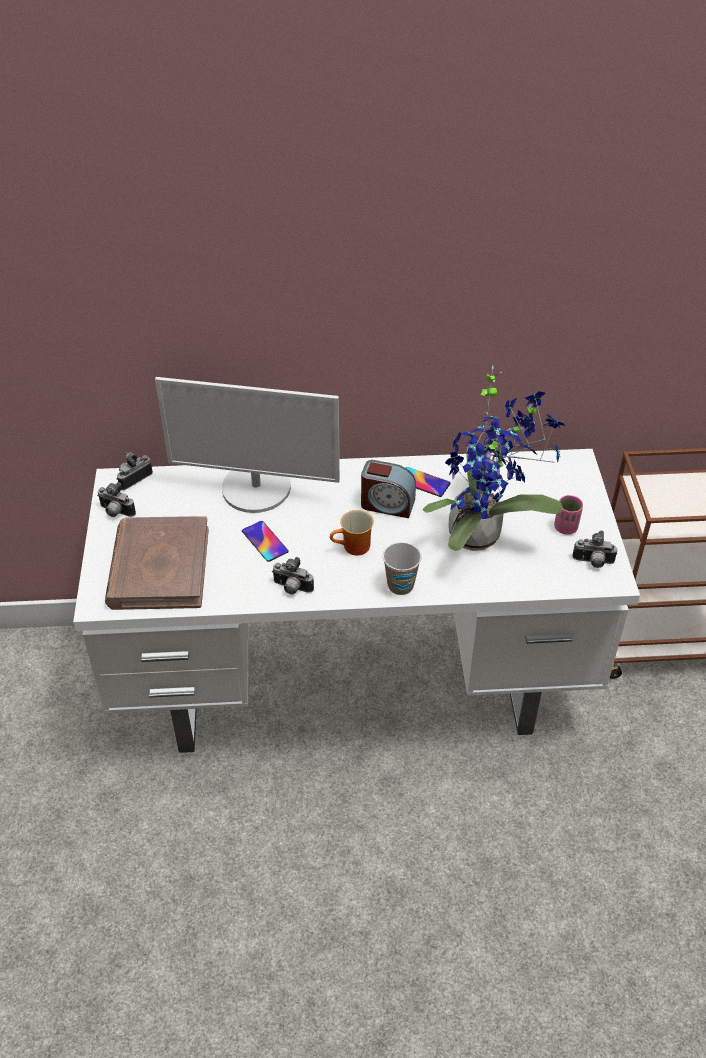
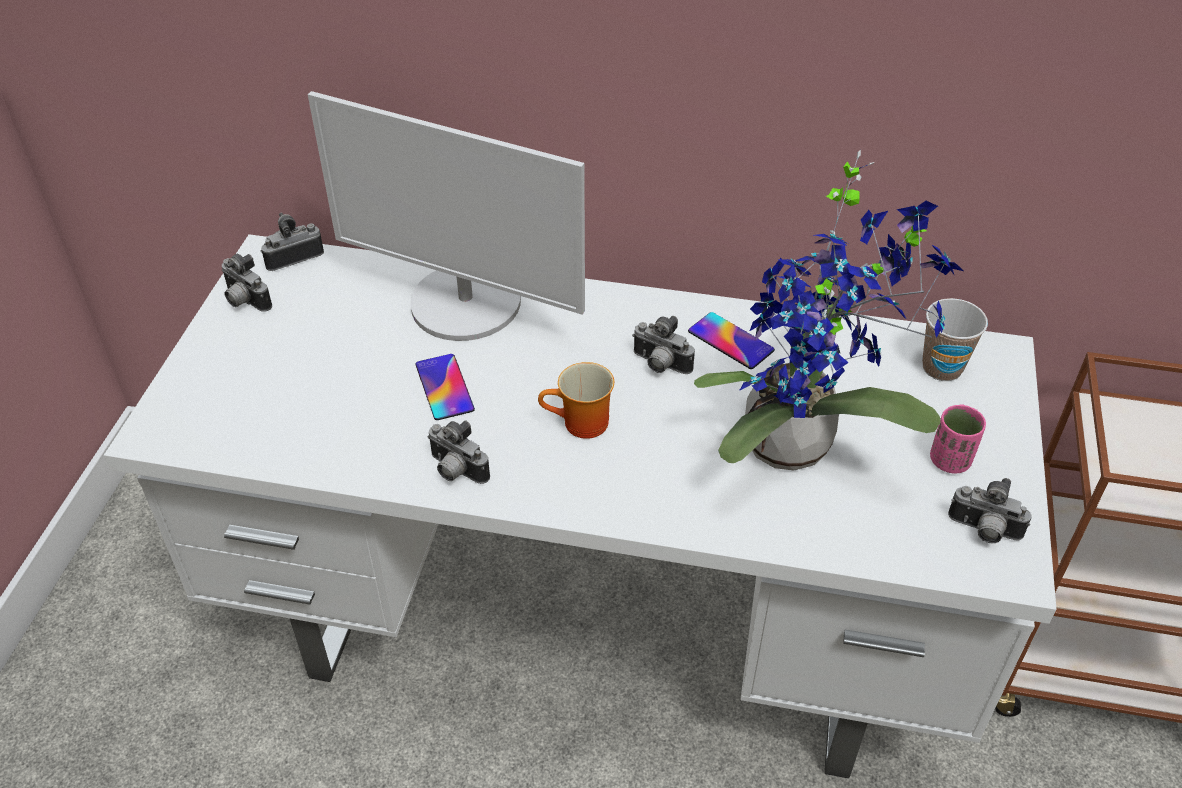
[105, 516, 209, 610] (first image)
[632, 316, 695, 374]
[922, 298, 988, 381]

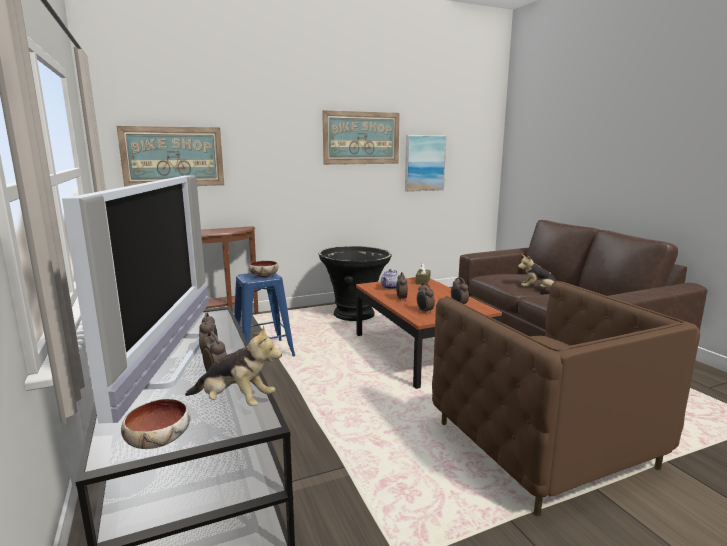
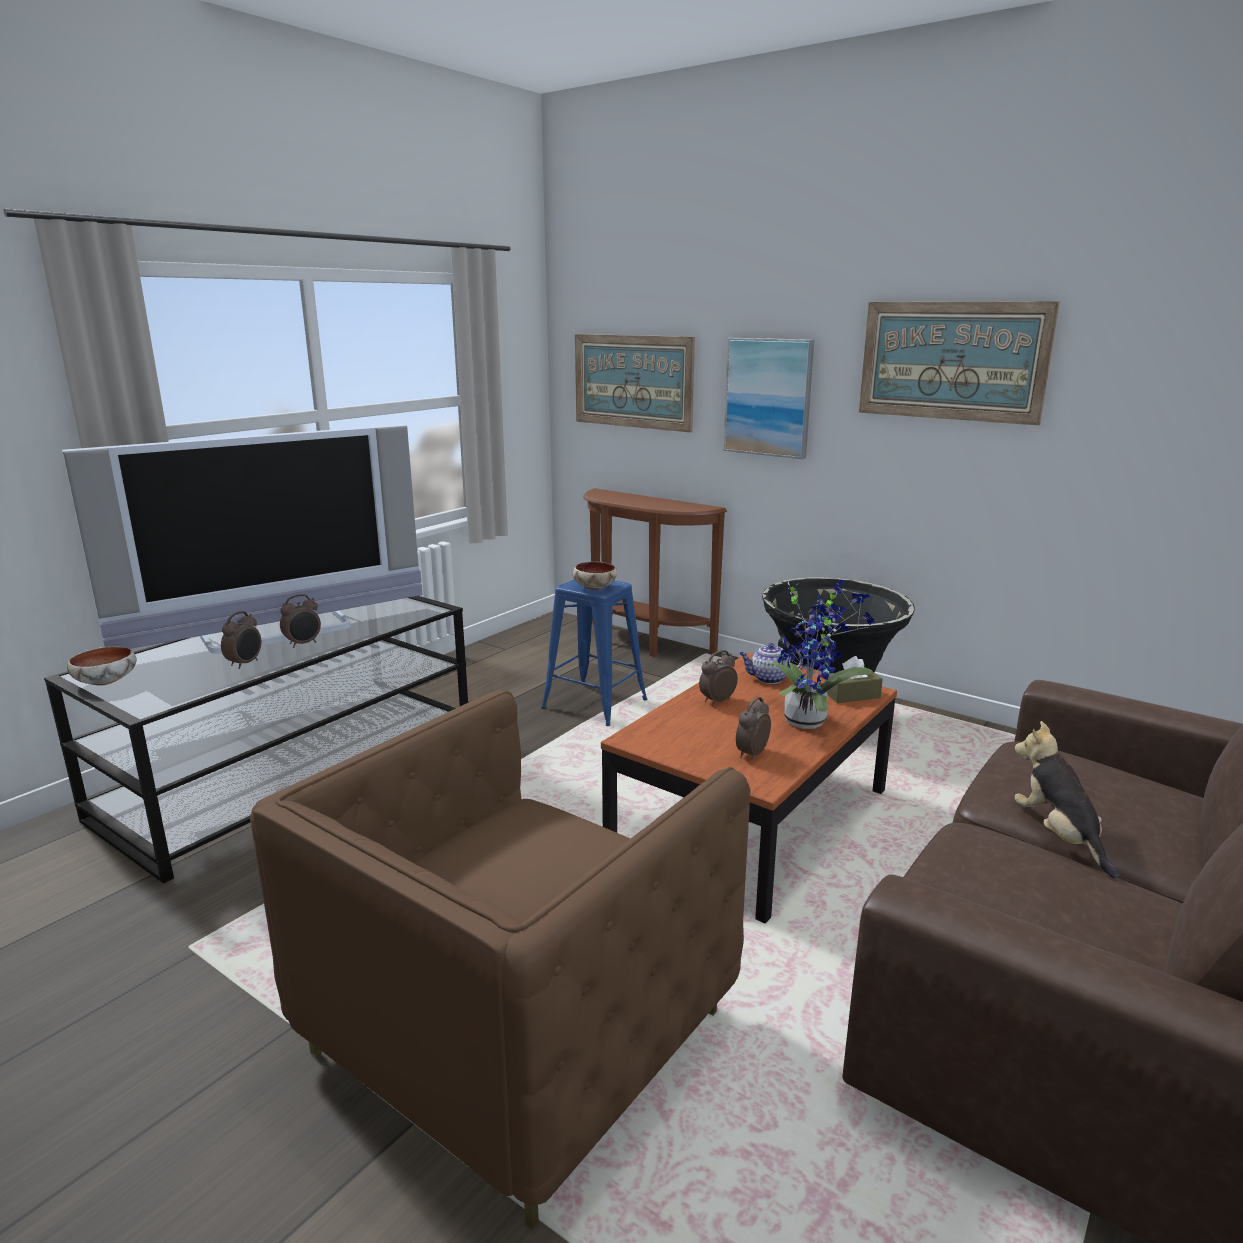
[185, 325, 282, 406] (first image)
[723, 338, 814, 459]
[417, 283, 435, 314] (first image)
[767, 580, 875, 729]

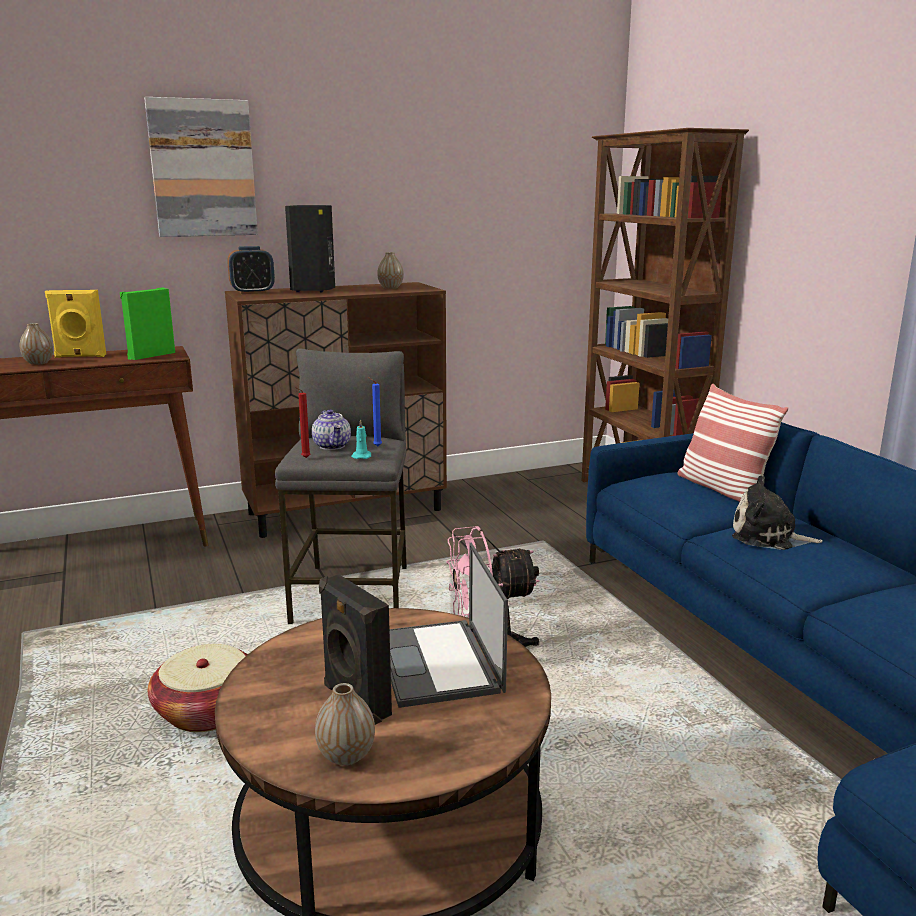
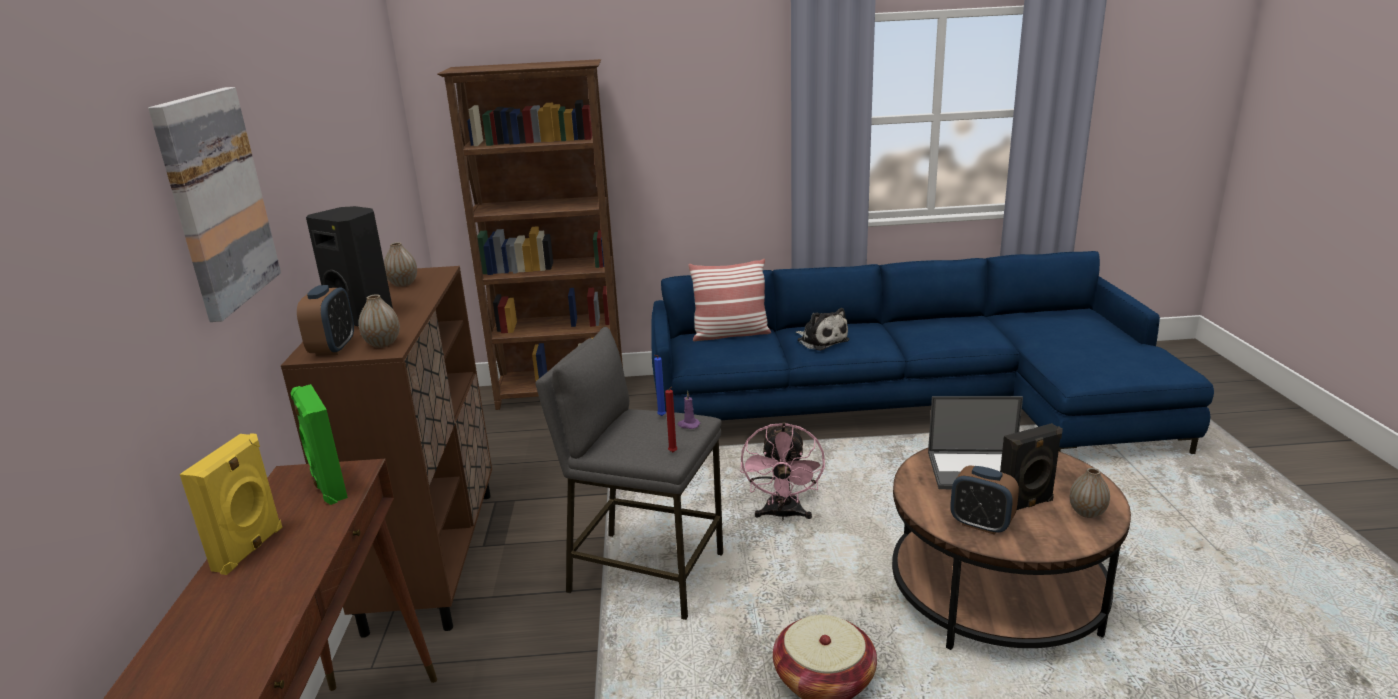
[359, 294, 400, 348]
[312, 409, 351, 450] (first image)
[678, 391, 701, 429]
[796, 308, 849, 351]
[950, 465, 1019, 535]

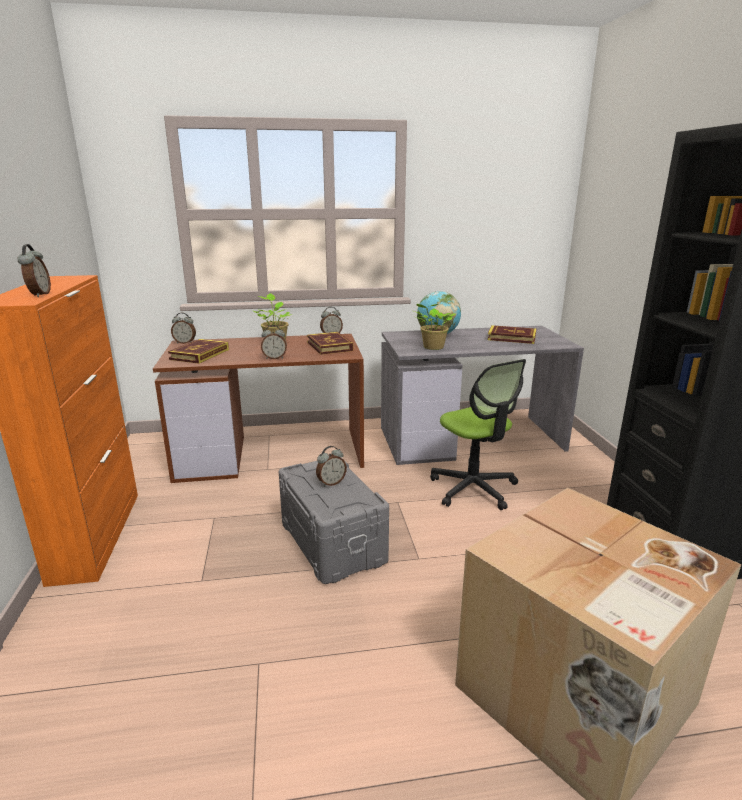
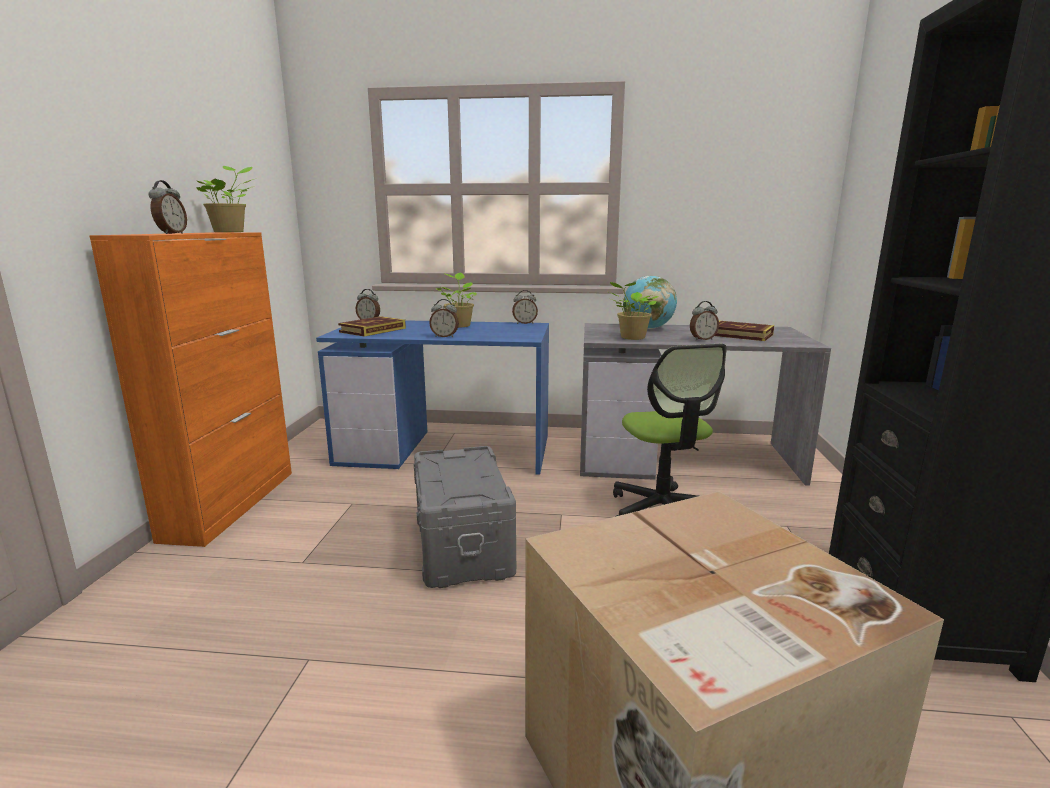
[316, 320, 549, 475]
[307, 332, 353, 355] (first image)
[690, 301, 719, 340]
[196, 166, 255, 232]

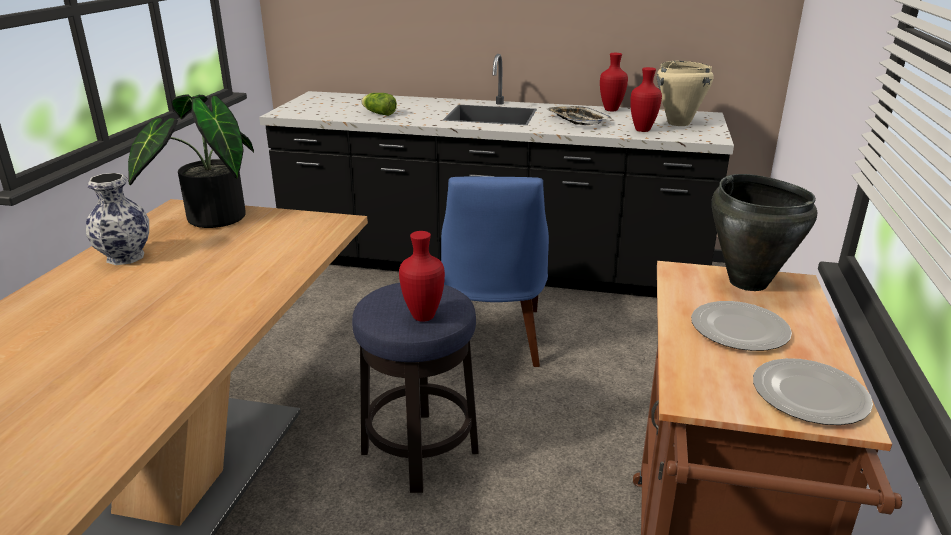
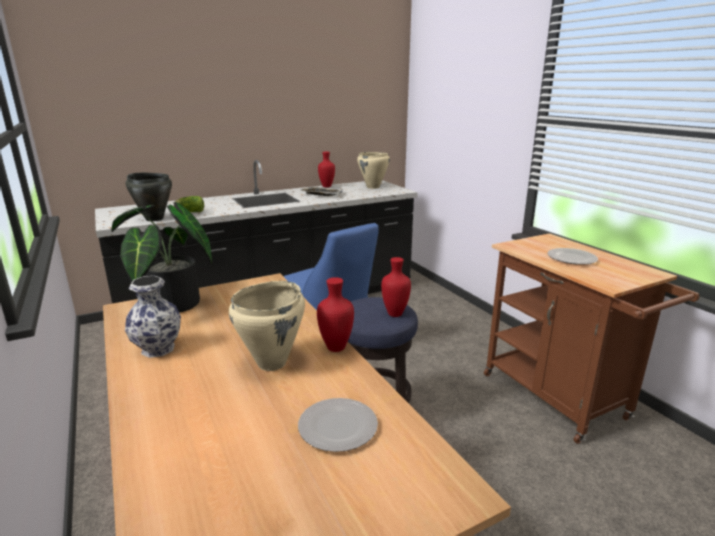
[317, 277, 354, 352]
[126, 173, 172, 221]
[298, 398, 378, 452]
[229, 281, 305, 371]

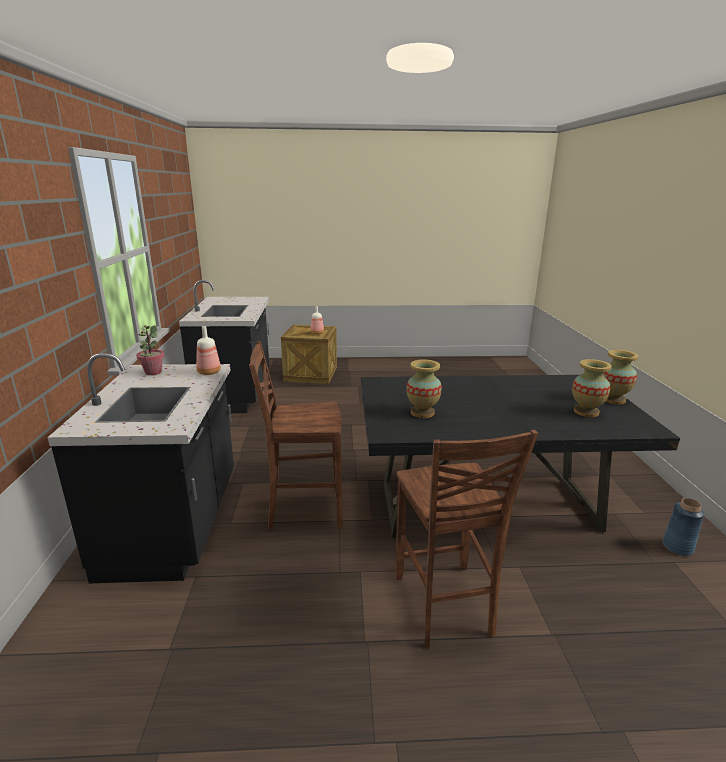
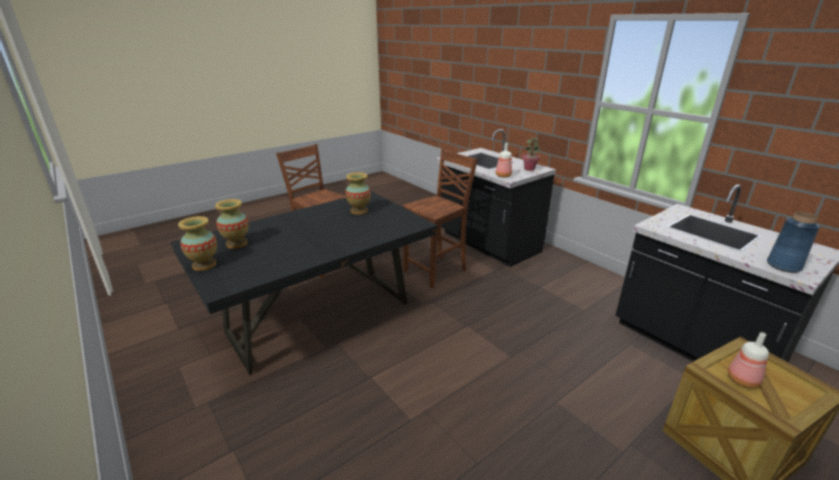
[767, 212, 820, 273]

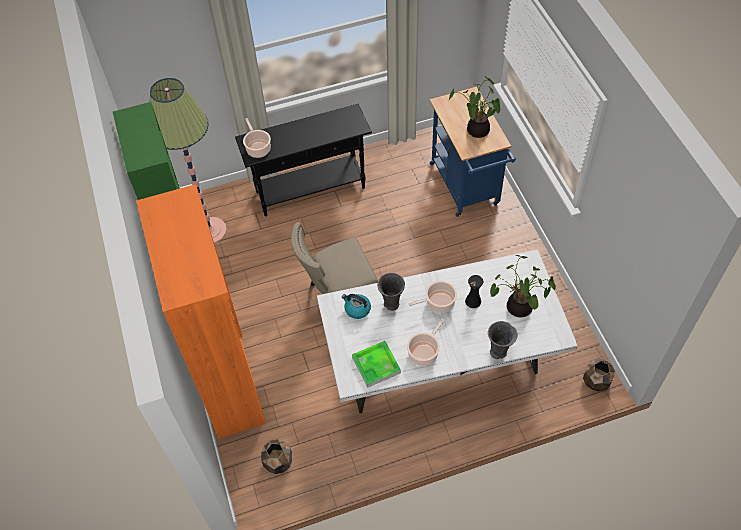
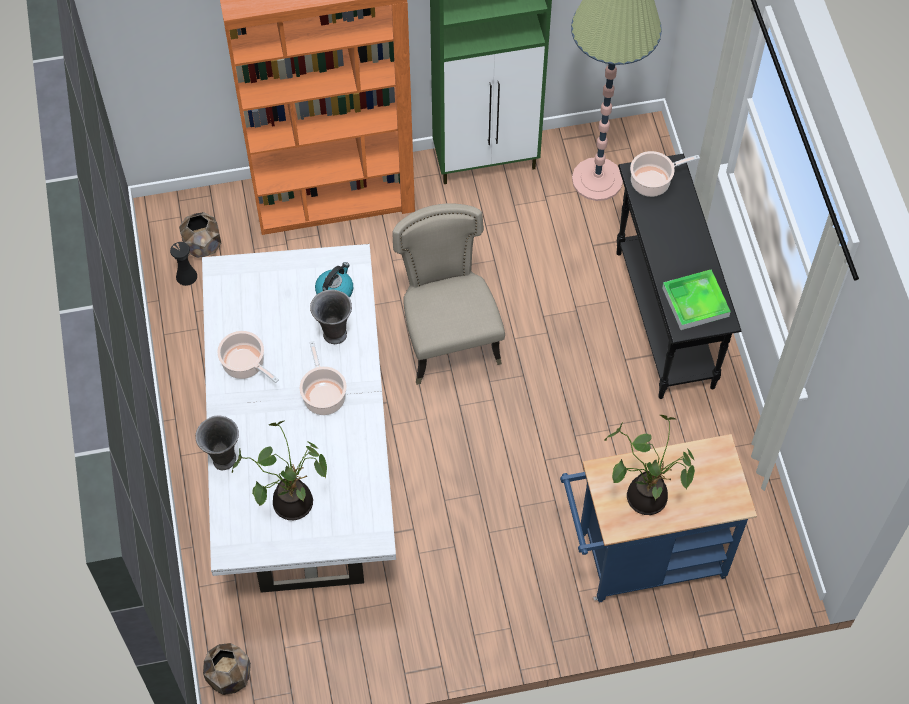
[662, 269, 731, 330]
[170, 242, 197, 286]

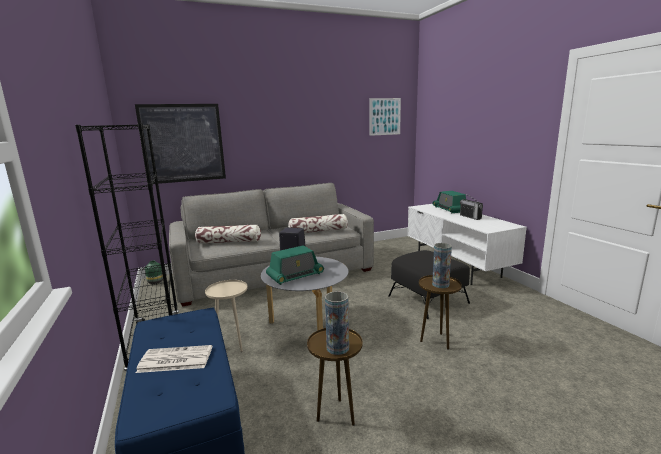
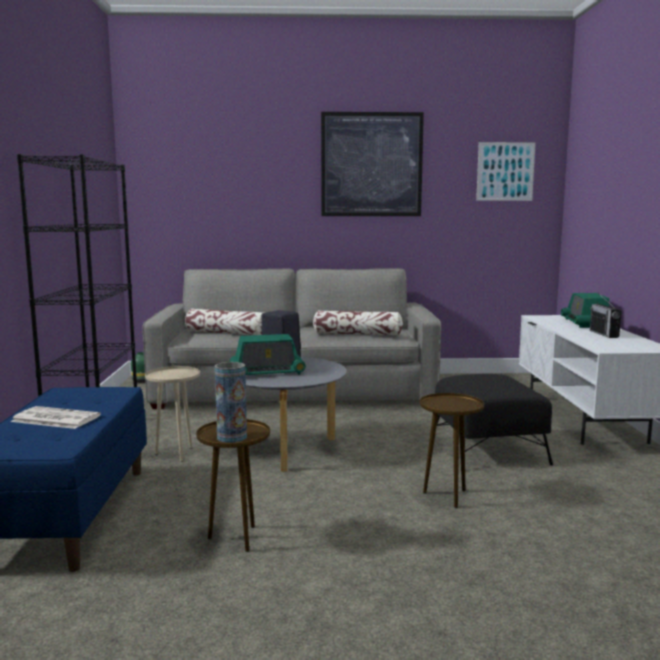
[321, 112, 424, 216]
[432, 243, 452, 288] (first image)

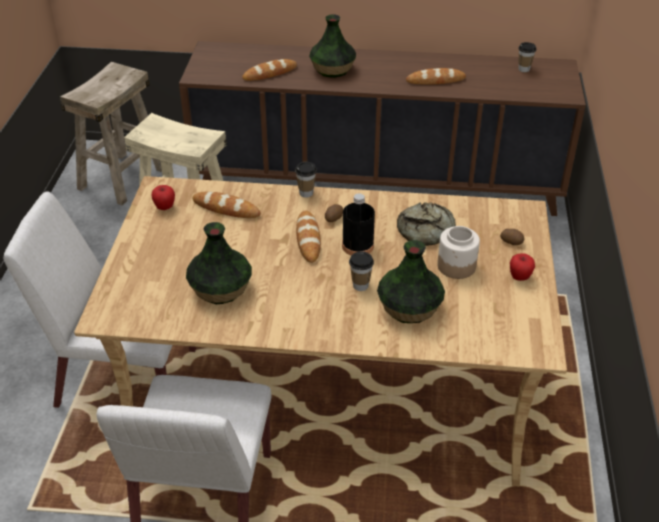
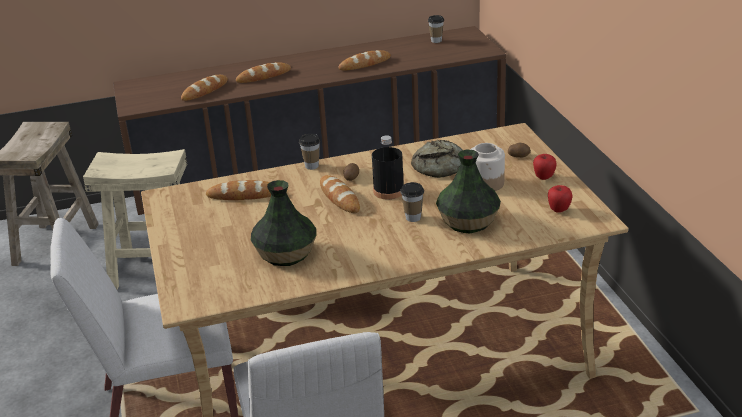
[548, 185, 572, 213]
[236, 62, 291, 83]

